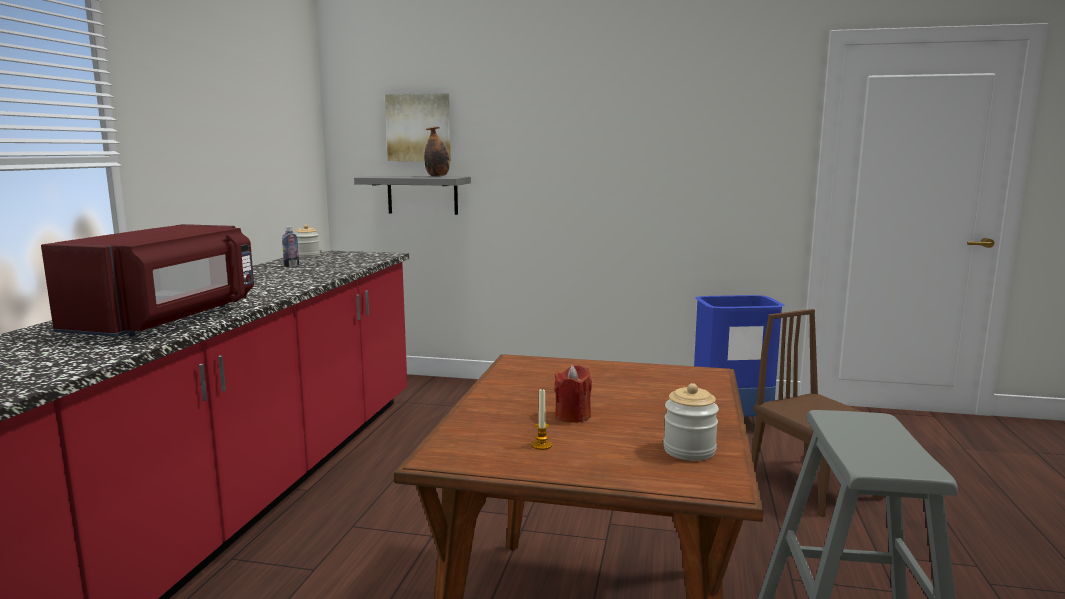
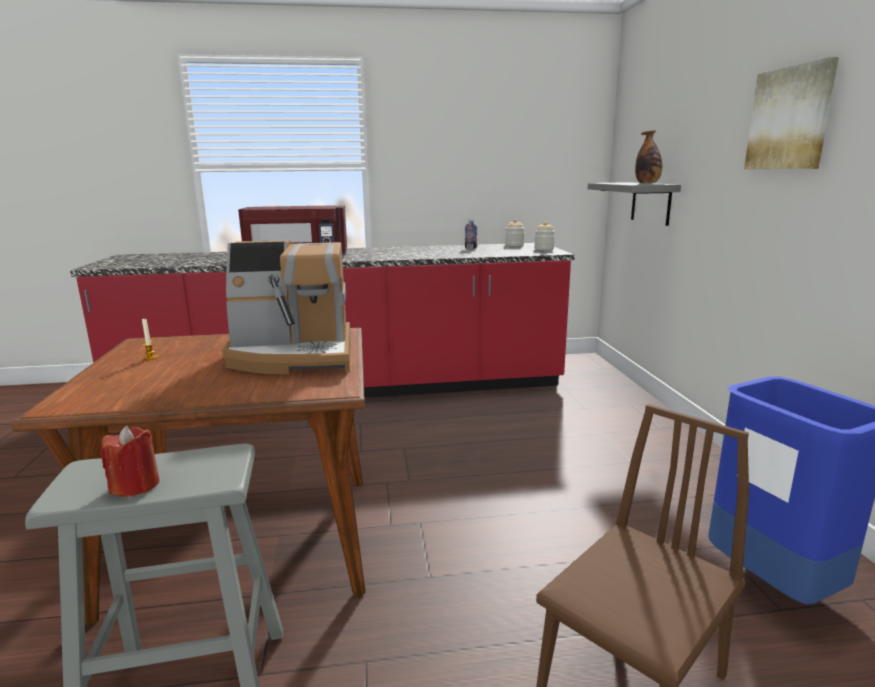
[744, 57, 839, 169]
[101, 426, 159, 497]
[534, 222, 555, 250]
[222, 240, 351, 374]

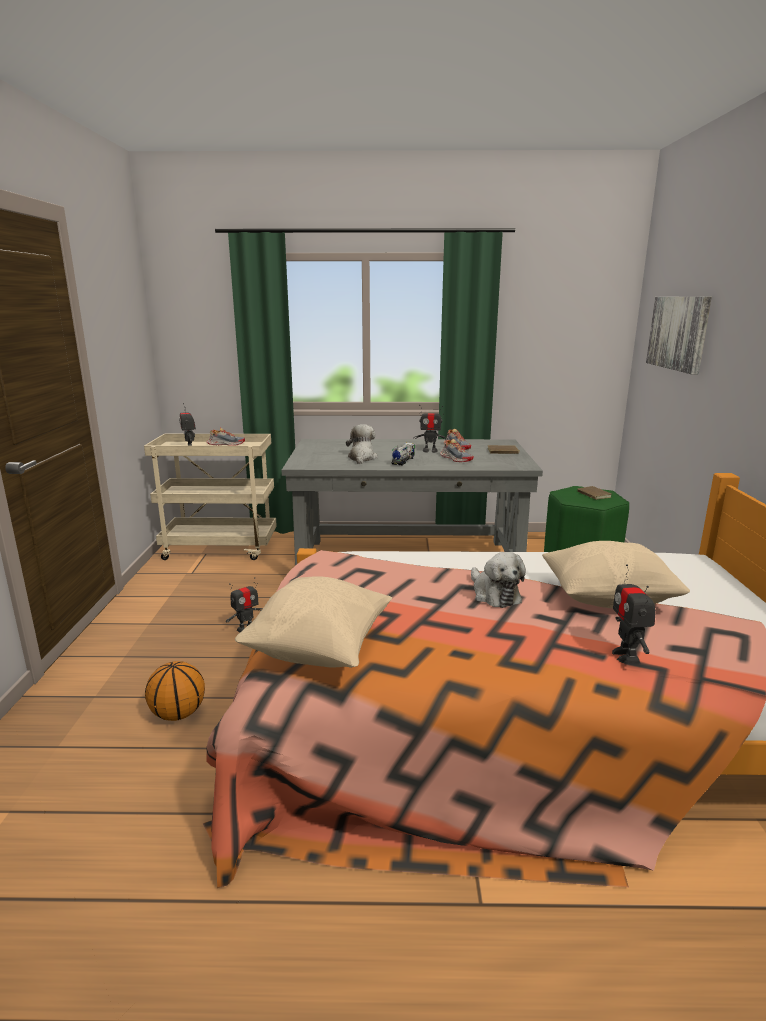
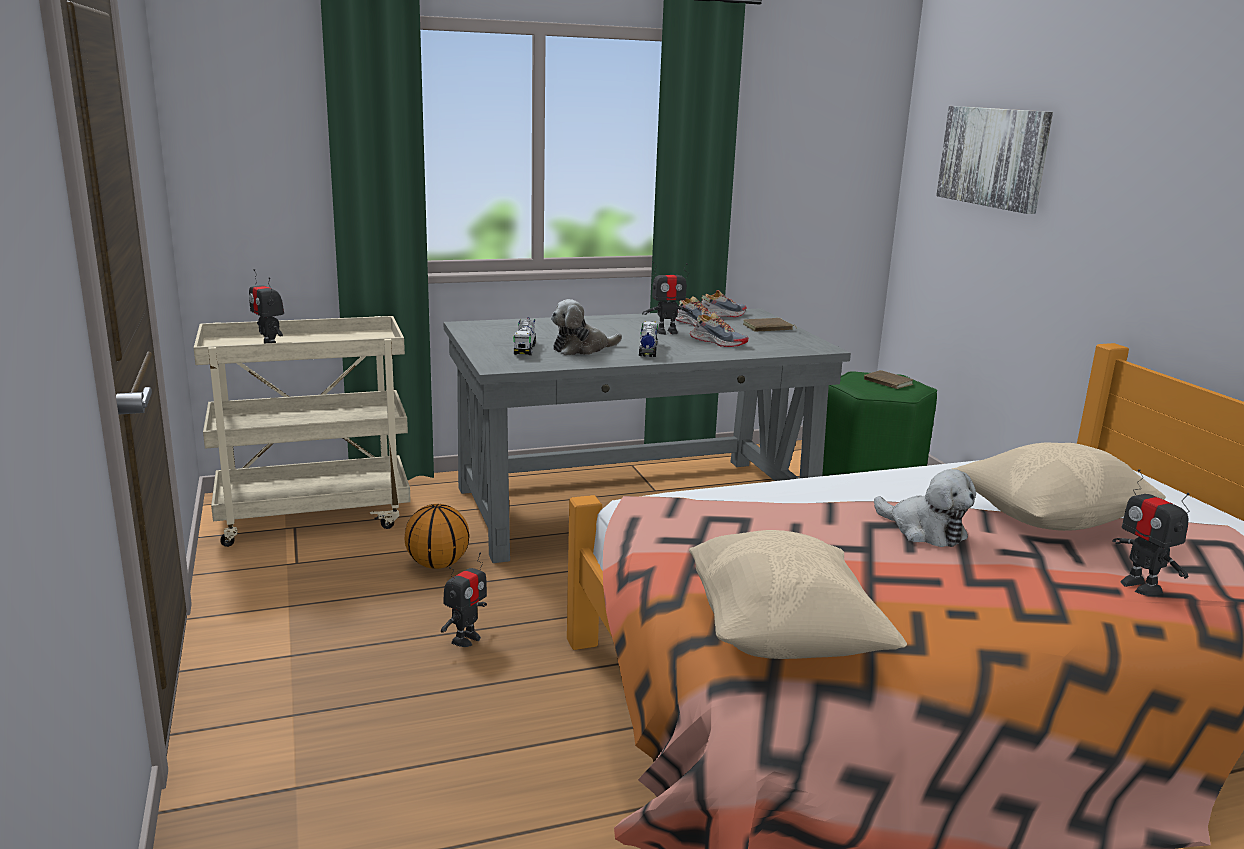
[404, 504, 469, 569]
[701, 290, 746, 317]
[551, 299, 622, 355]
[513, 317, 536, 355]

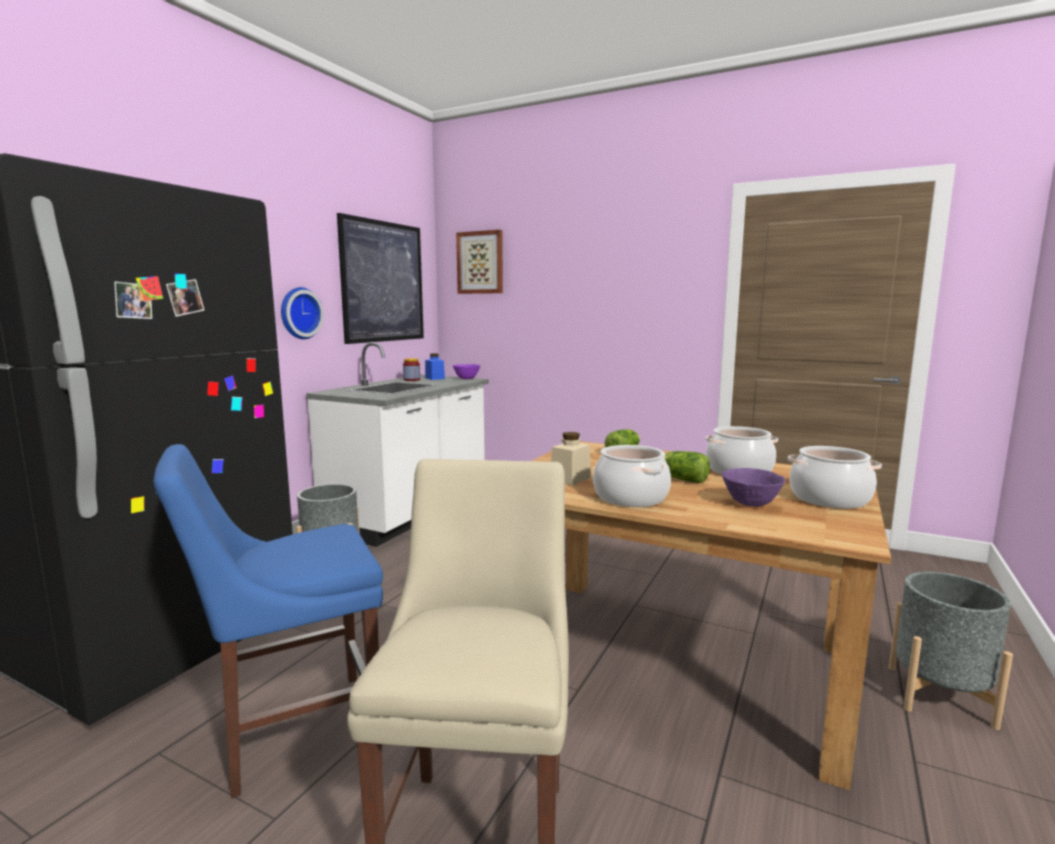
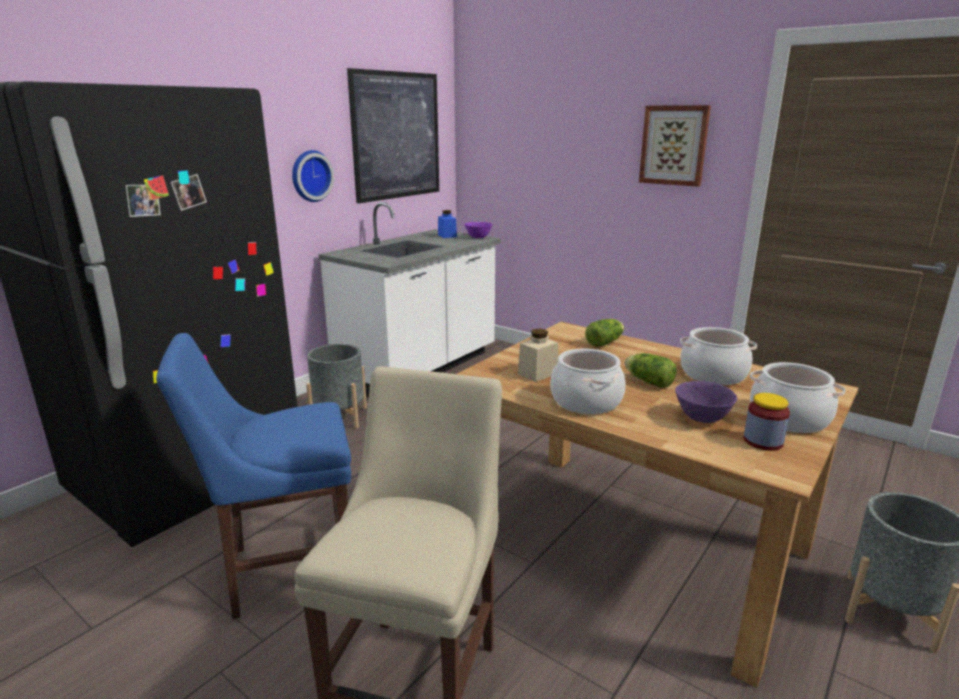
[743, 393, 790, 451]
[639, 105, 711, 187]

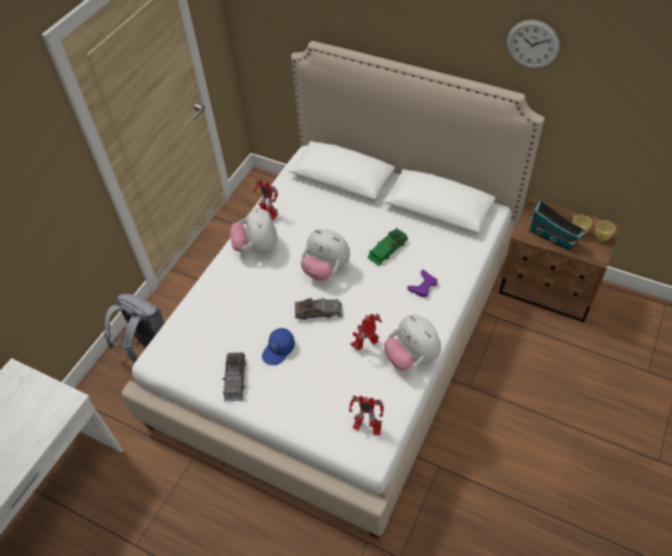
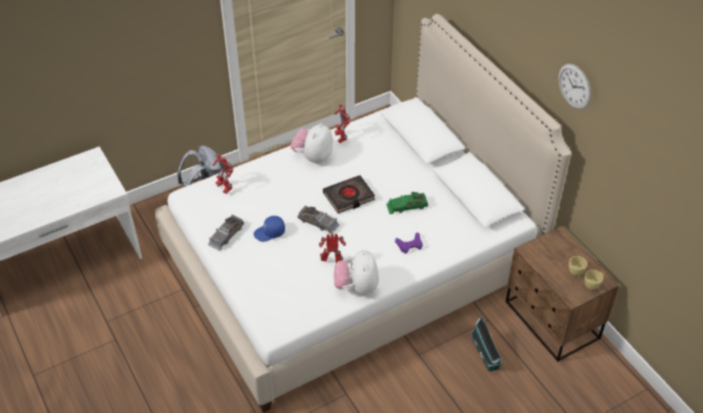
[323, 175, 375, 213]
[212, 154, 234, 194]
[471, 316, 503, 372]

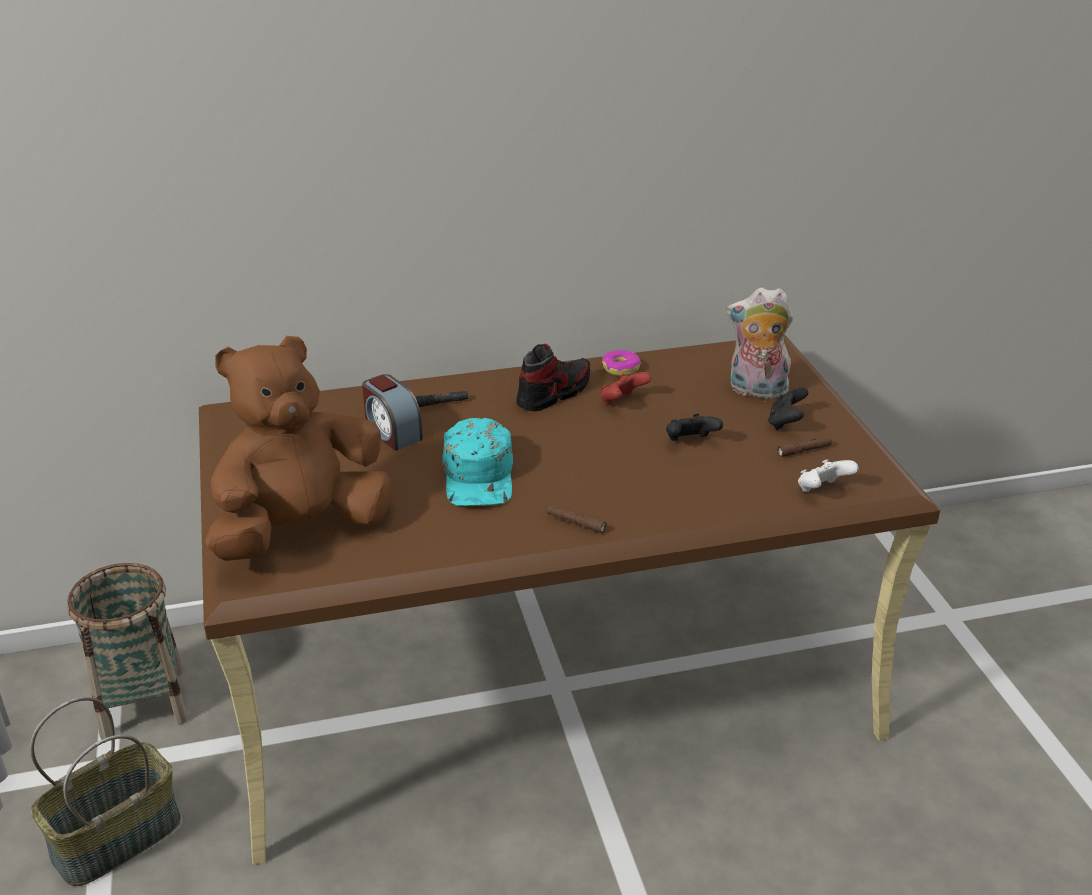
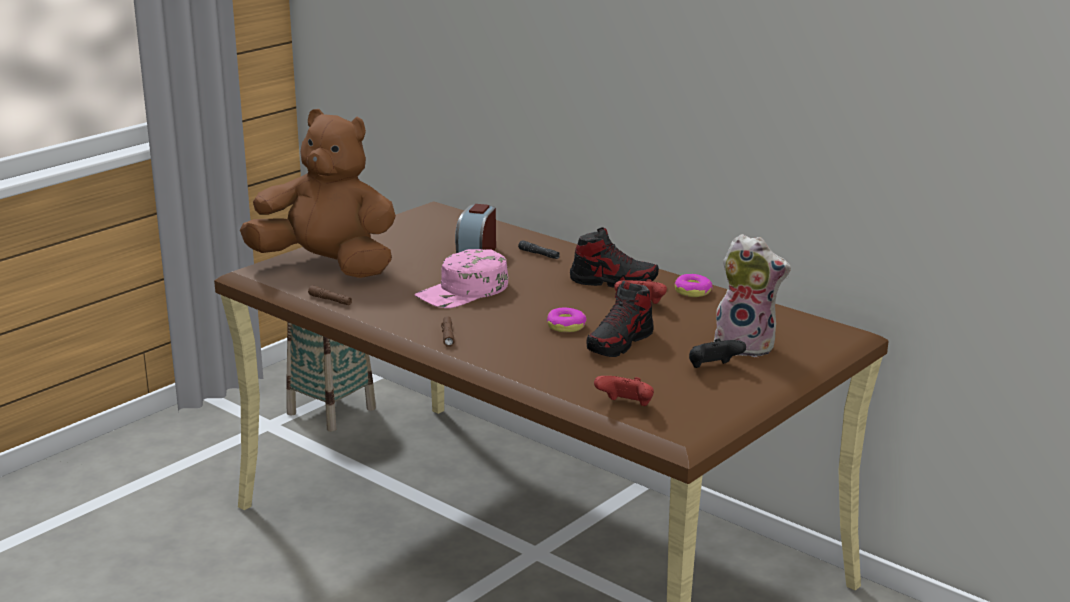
[30, 697, 181, 886] (first image)
[414, 249, 508, 308]
[586, 281, 654, 357]
[711, 234, 791, 357]
[308, 285, 352, 305]
[594, 376, 654, 406]
[547, 308, 587, 333]

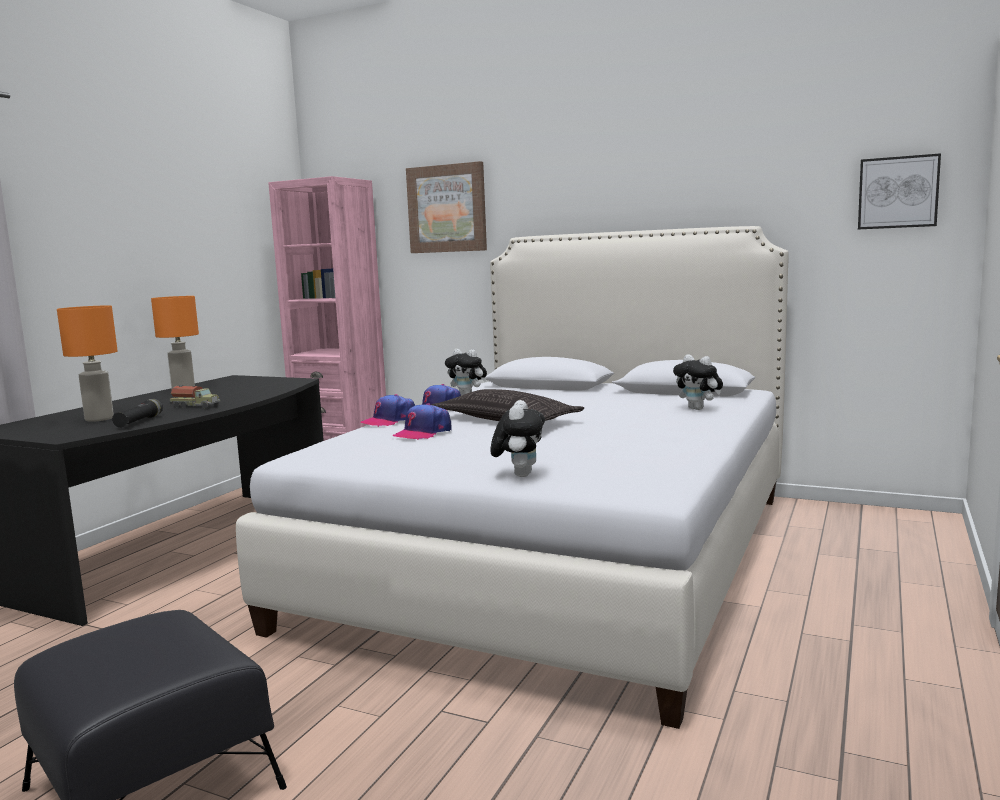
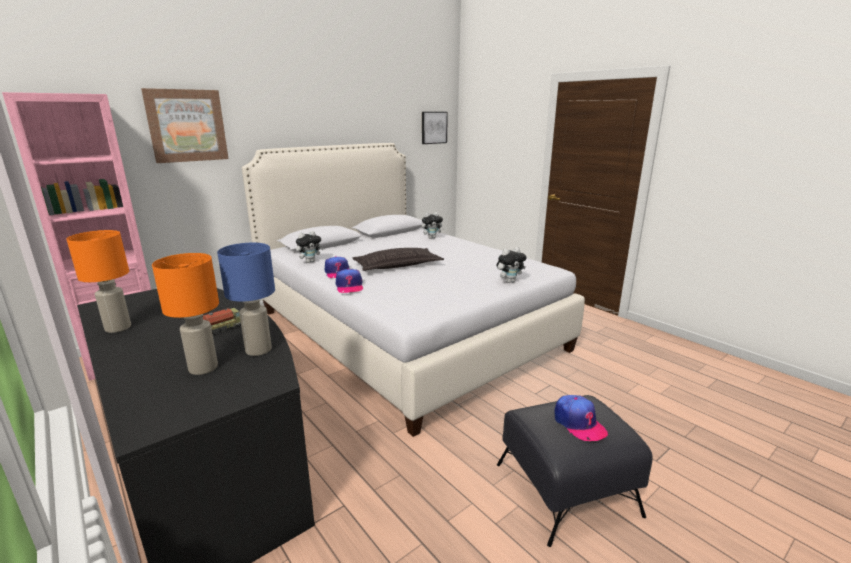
[217, 243, 275, 356]
[554, 395, 608, 441]
[497, 247, 527, 283]

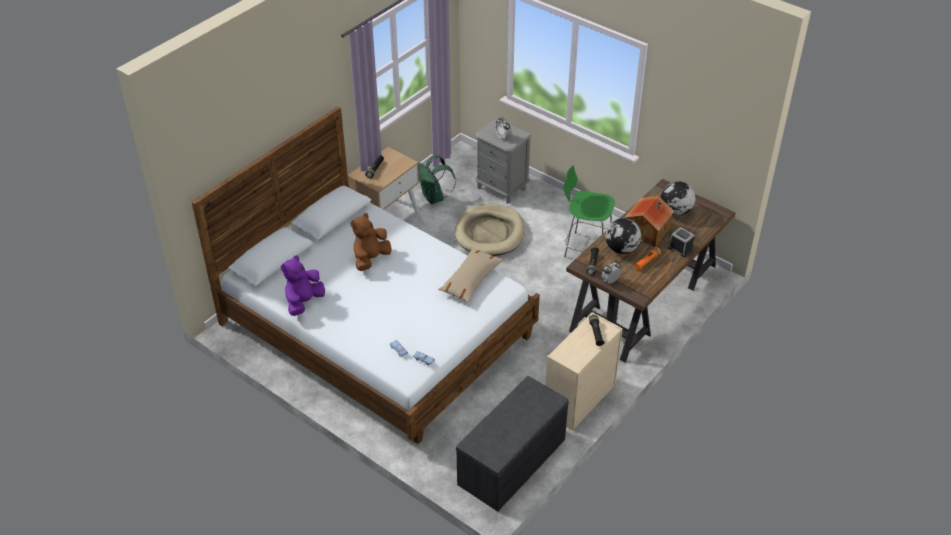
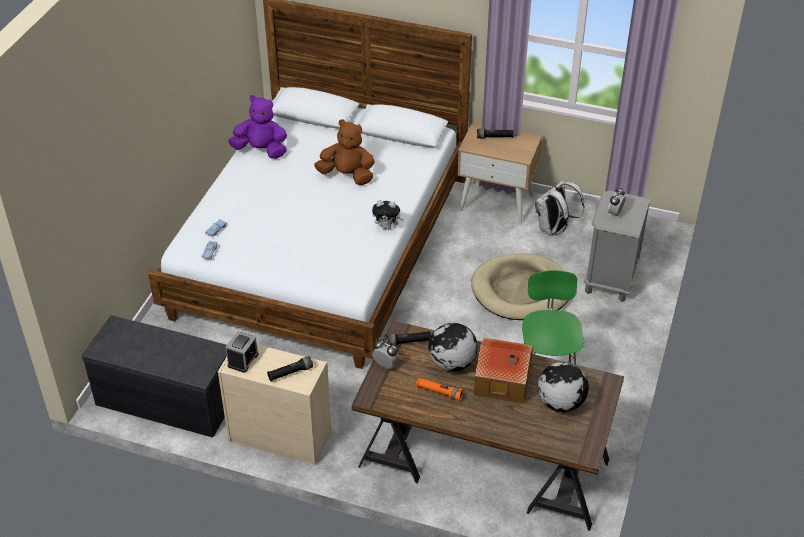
[535, 180, 585, 236]
[438, 248, 504, 303] (first image)
[226, 331, 259, 373]
[372, 200, 404, 230]

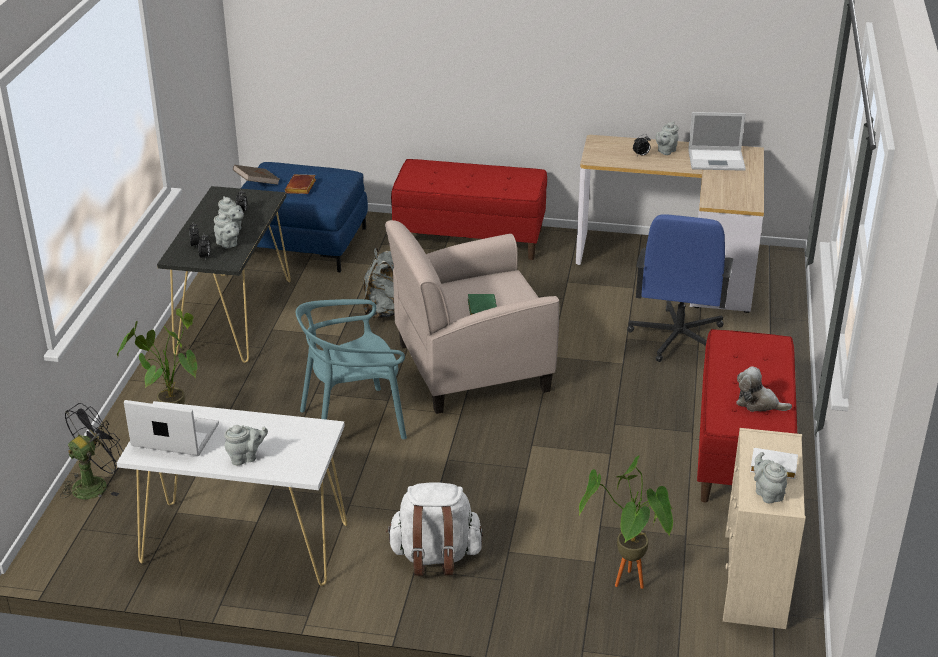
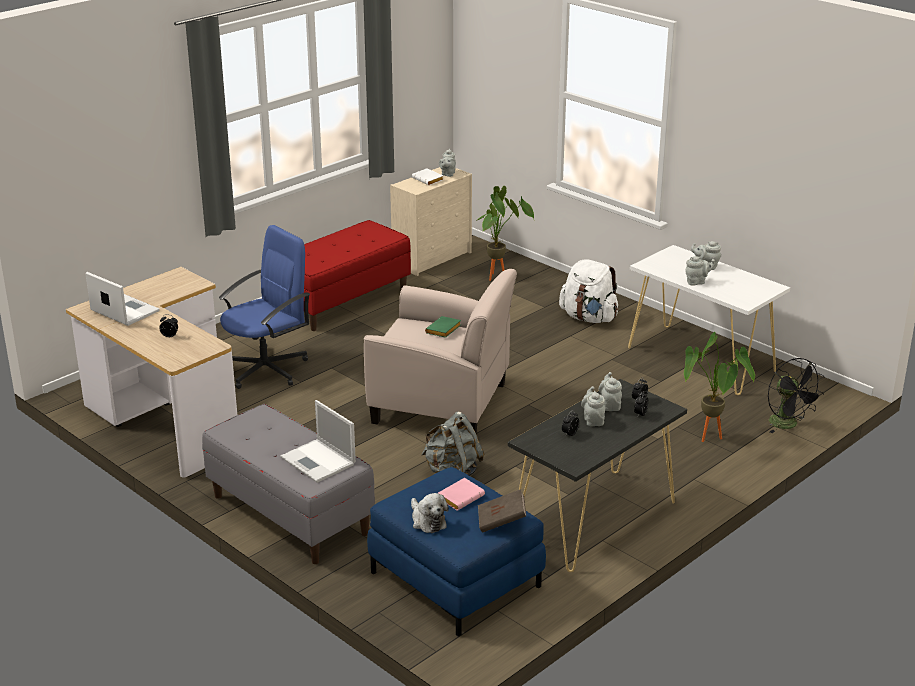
[768, 358, 824, 433]
[280, 400, 356, 483]
[438, 478, 485, 511]
[296, 299, 407, 439] (first image)
[202, 404, 375, 564]
[685, 256, 715, 286]
[411, 493, 449, 533]

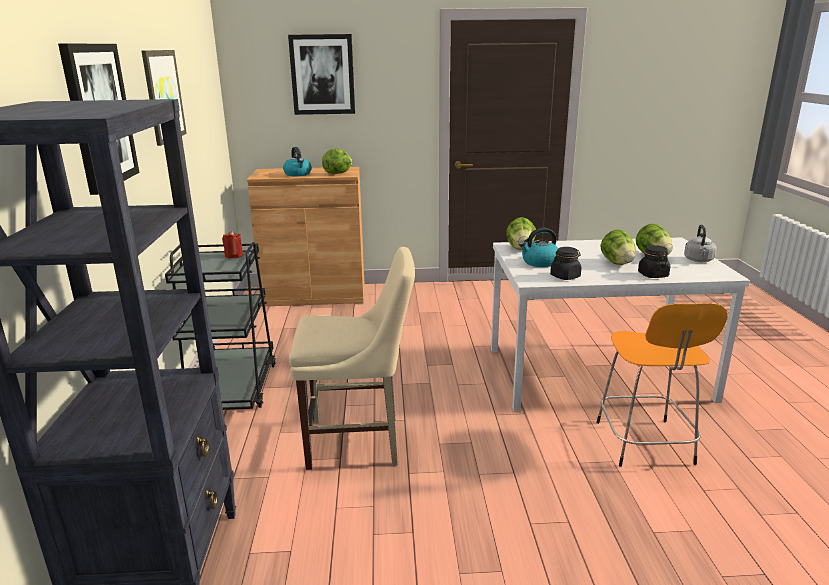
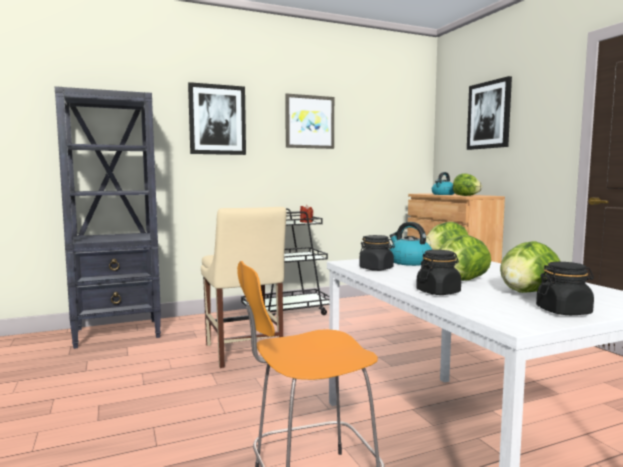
[536, 262, 594, 315]

